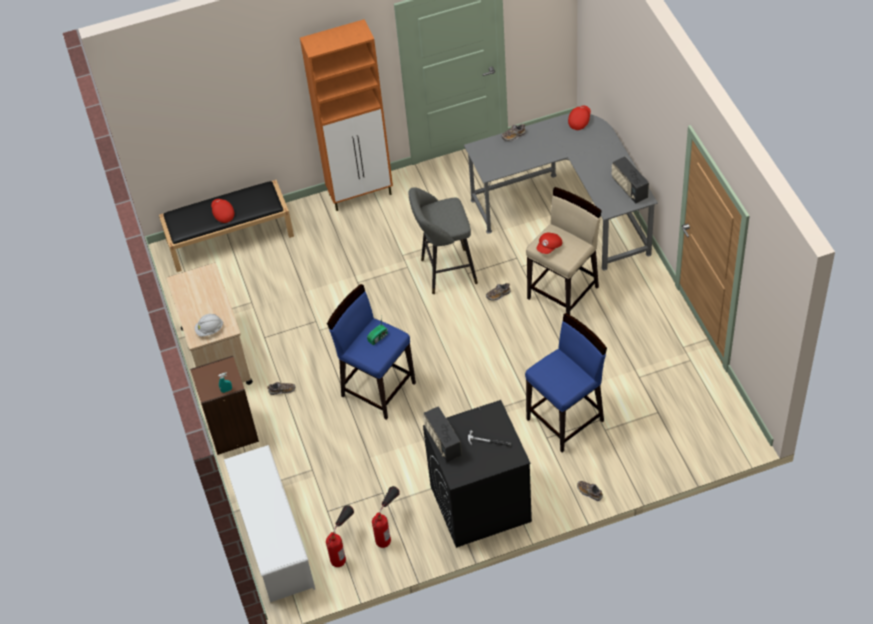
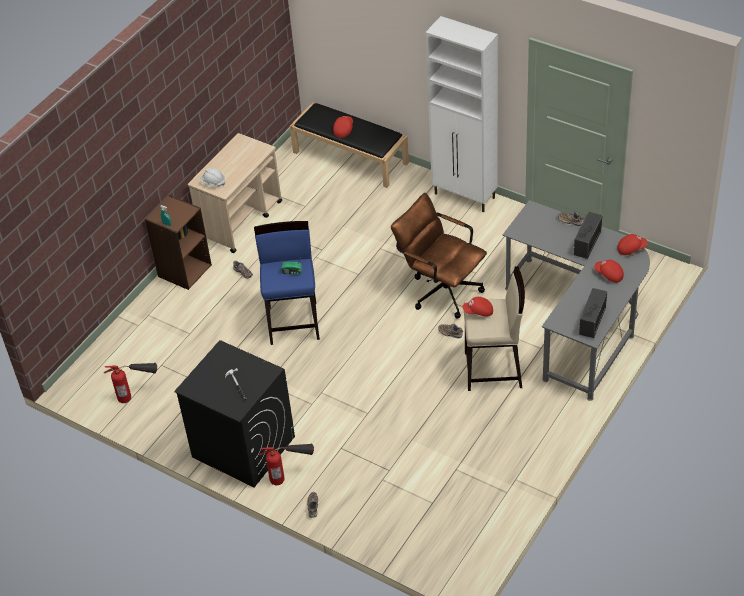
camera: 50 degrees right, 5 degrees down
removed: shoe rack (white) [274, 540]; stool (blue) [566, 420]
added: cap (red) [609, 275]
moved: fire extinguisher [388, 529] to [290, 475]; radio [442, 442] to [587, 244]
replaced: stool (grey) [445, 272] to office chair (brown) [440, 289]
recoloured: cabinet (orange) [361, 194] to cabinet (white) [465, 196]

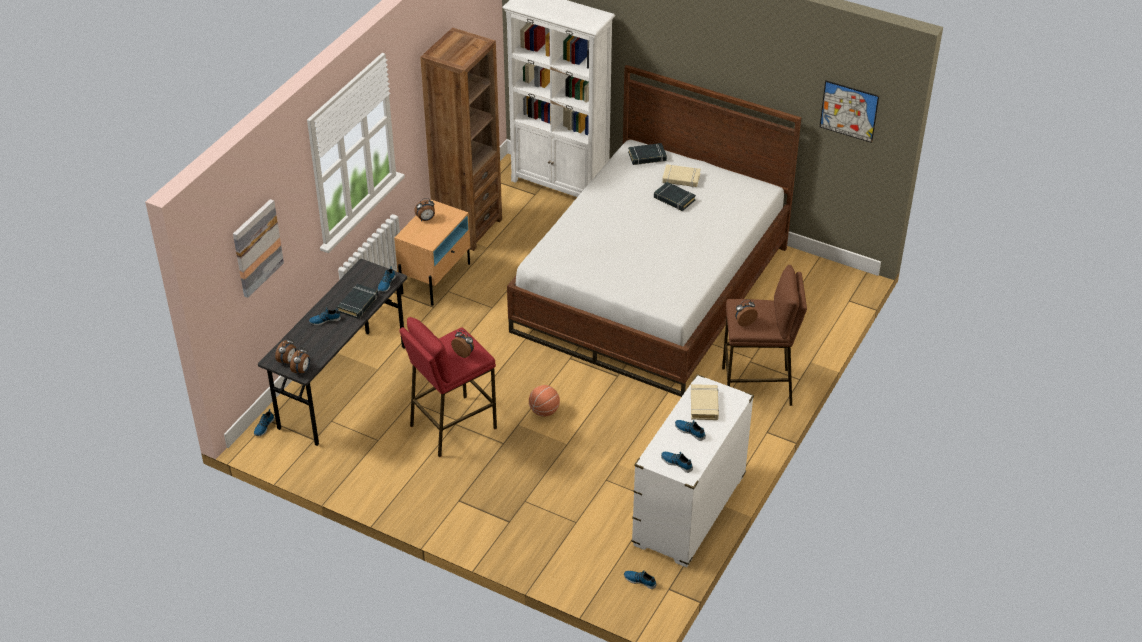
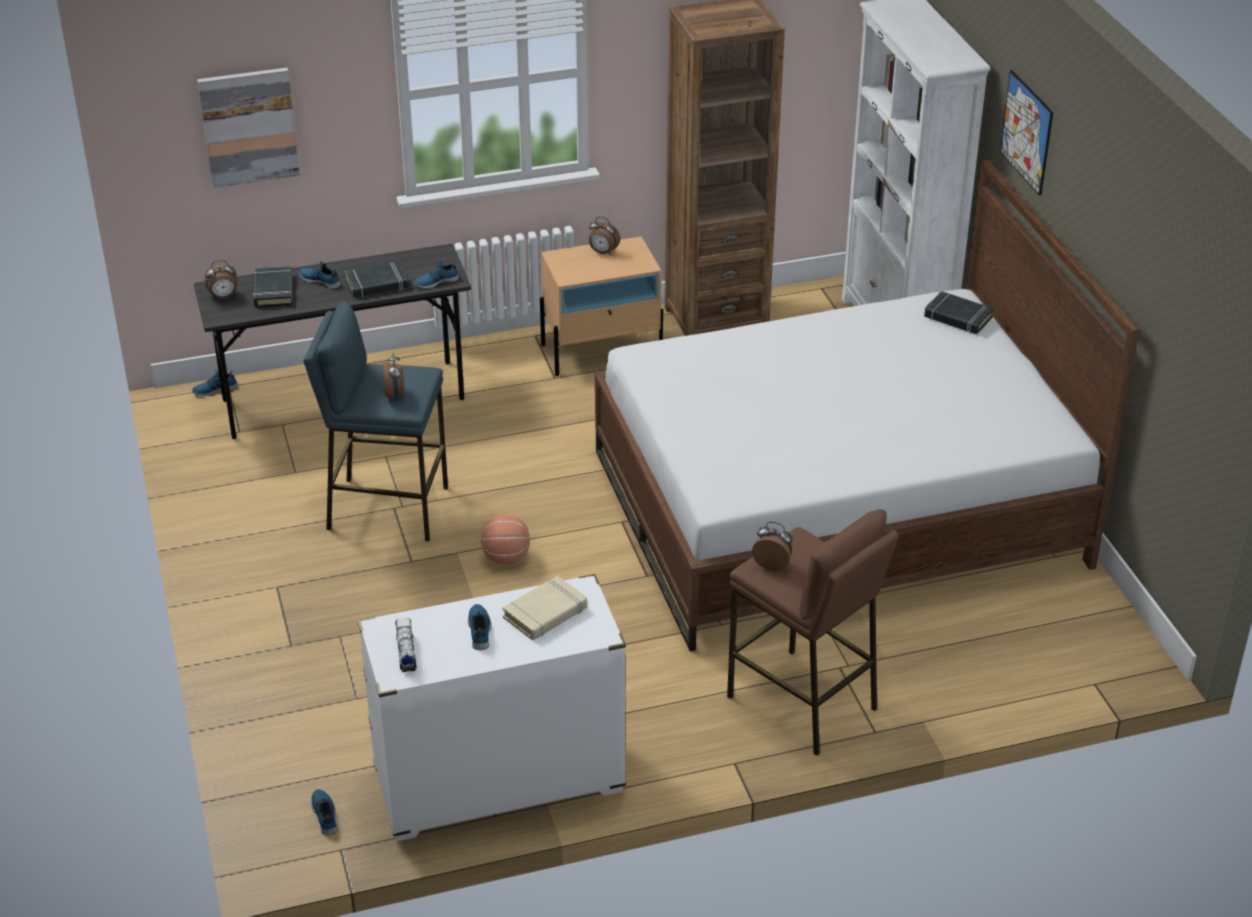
camera: 45 degrees right, 5 degrees down
removed: alarm clock [302, 371]; book (beige) [681, 178]
moved: book (black) [674, 199] to [273, 291]; picture [849, 111] to [1026, 132]
replaced: shoe [677, 463] to toy truck [406, 653]
recoloured: stool (red) [452, 426] to stool (blue) [387, 508]

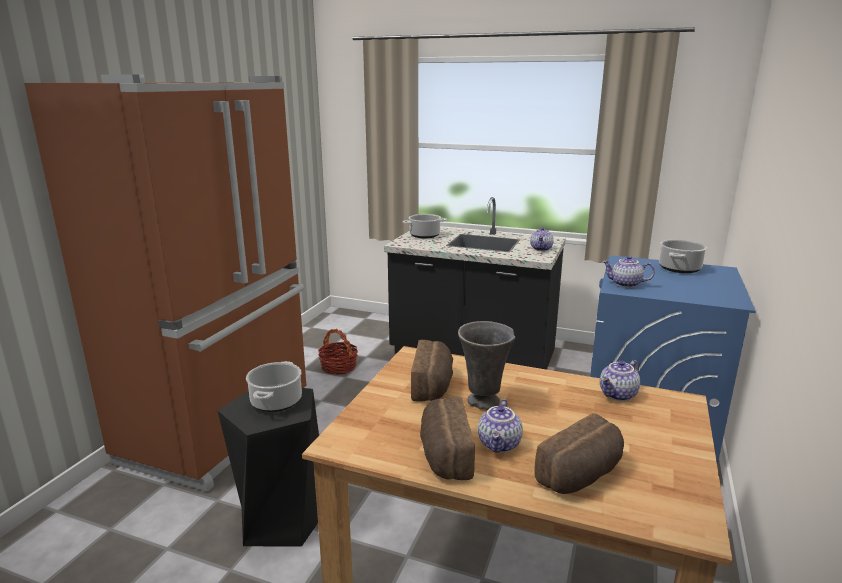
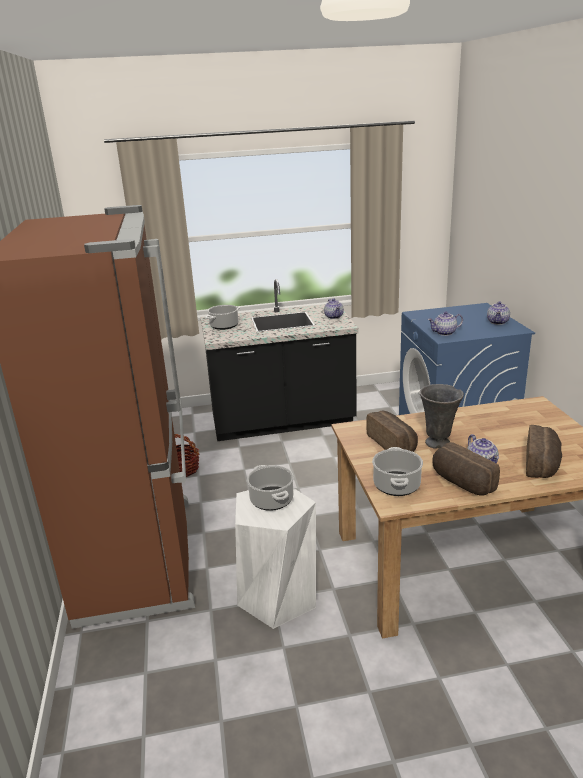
camera: 30 degrees left, 5 degrees up
moved: cooking pot [679, 268] to [396, 485]; teapot [618, 395] to [498, 322]
recoloured: stool (black) [281, 518] to stool (white) [277, 597]

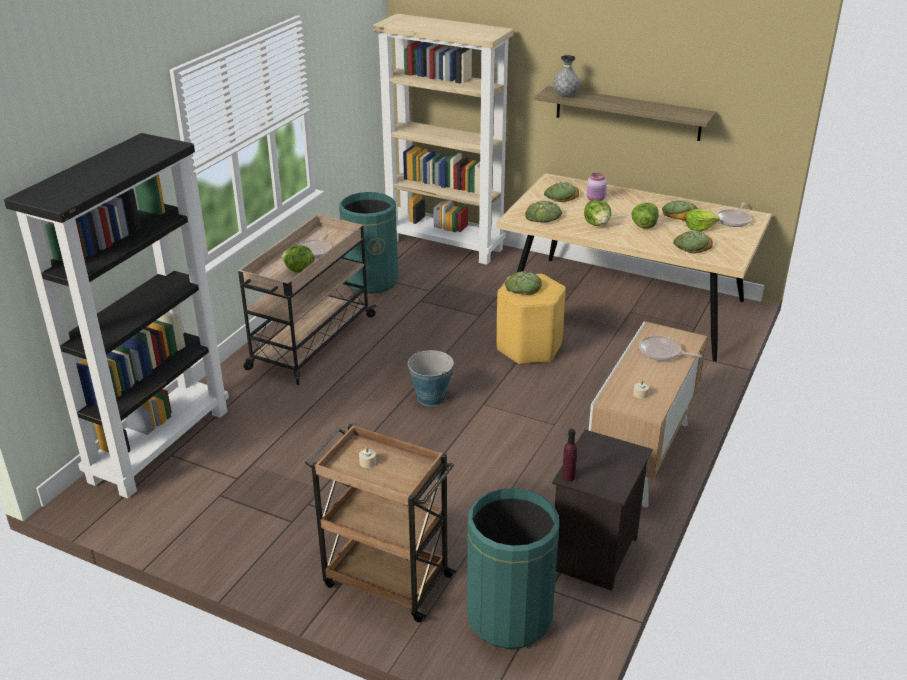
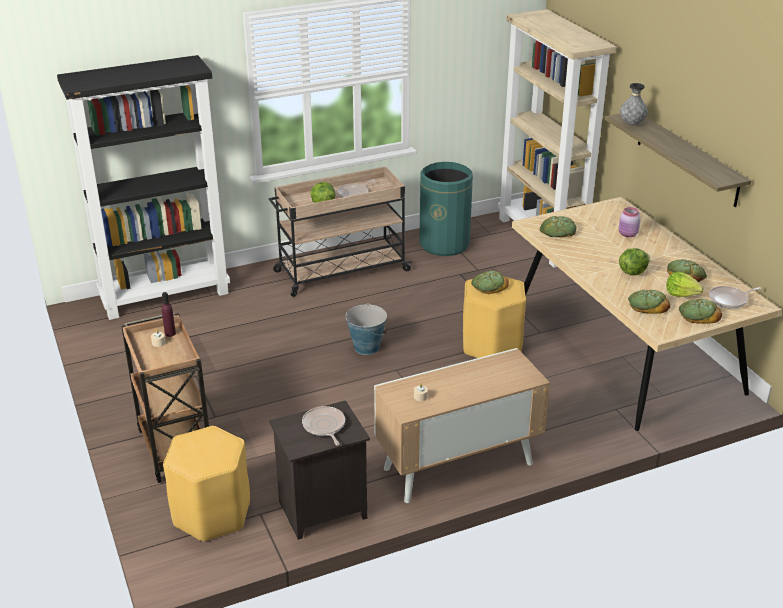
camera: 40 degrees right, 0 degrees up
removed: lettuce [597, 224]
moved: bottle (purple) [568, 477] to [170, 333]; frying pan [662, 352] to [324, 426]; bread [561, 196] to [698, 314]
replaced: trash can (green) [509, 617] to stool (yellow) [211, 513]

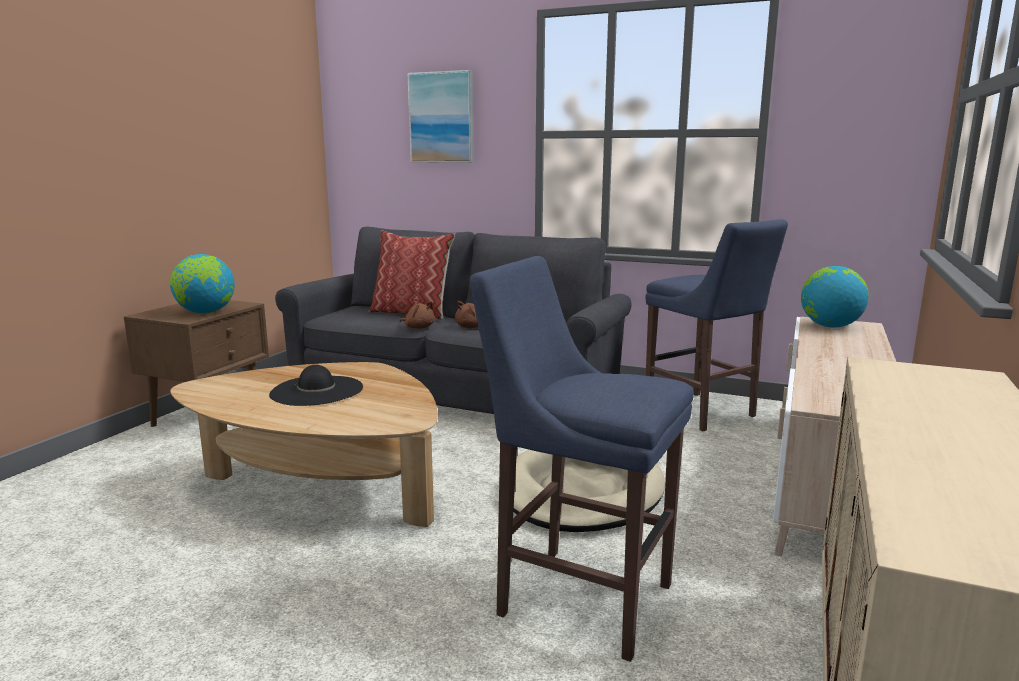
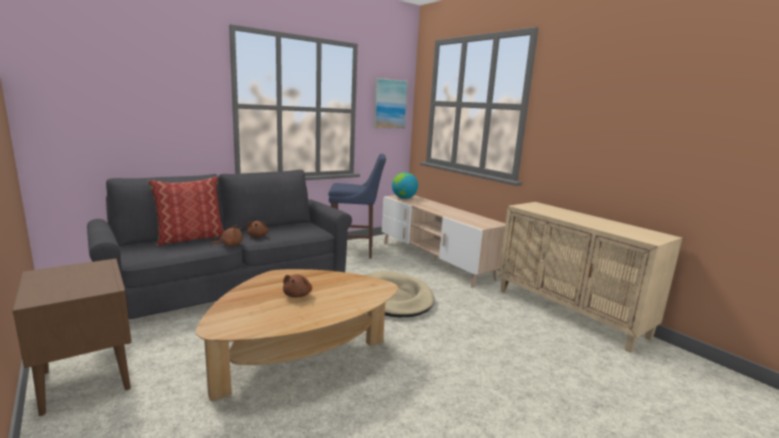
camera: 60 degrees left, 0 degrees up
removed: globe [205, 312]; stool (blue) [577, 596]
moved: picture [442, 117] to [389, 104]
replaced: hat (black) [317, 391] to plush toy (brown) [298, 295]

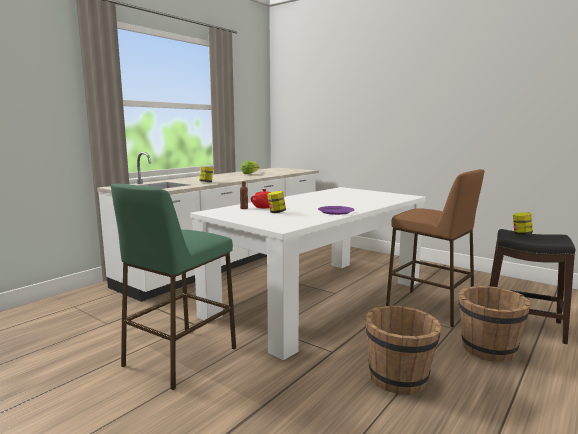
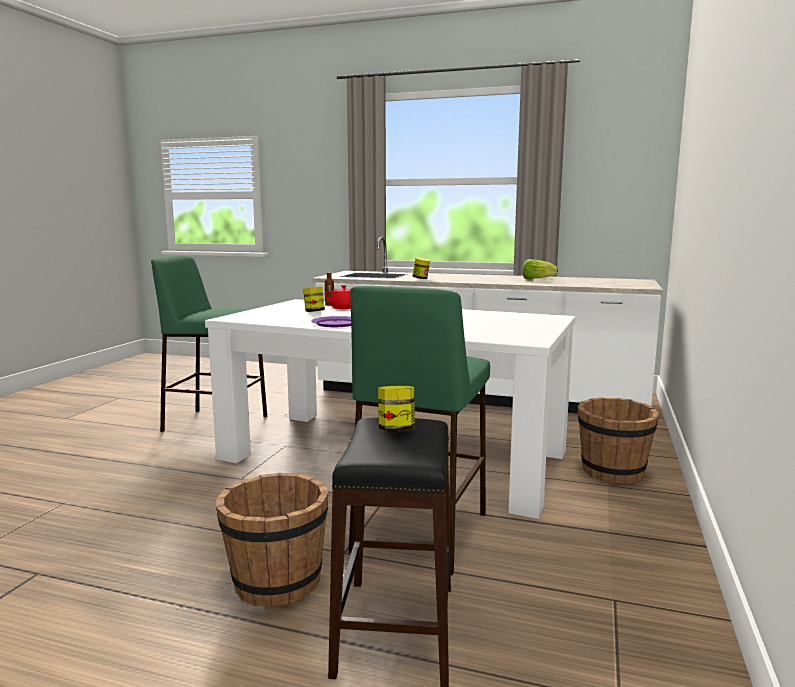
camera: 70 degrees right, 0 degrees up
moved: bucket (brown) [399, 378] to [612, 472]
recoloured: stool (brown) [430, 307] to stool (green) [420, 532]

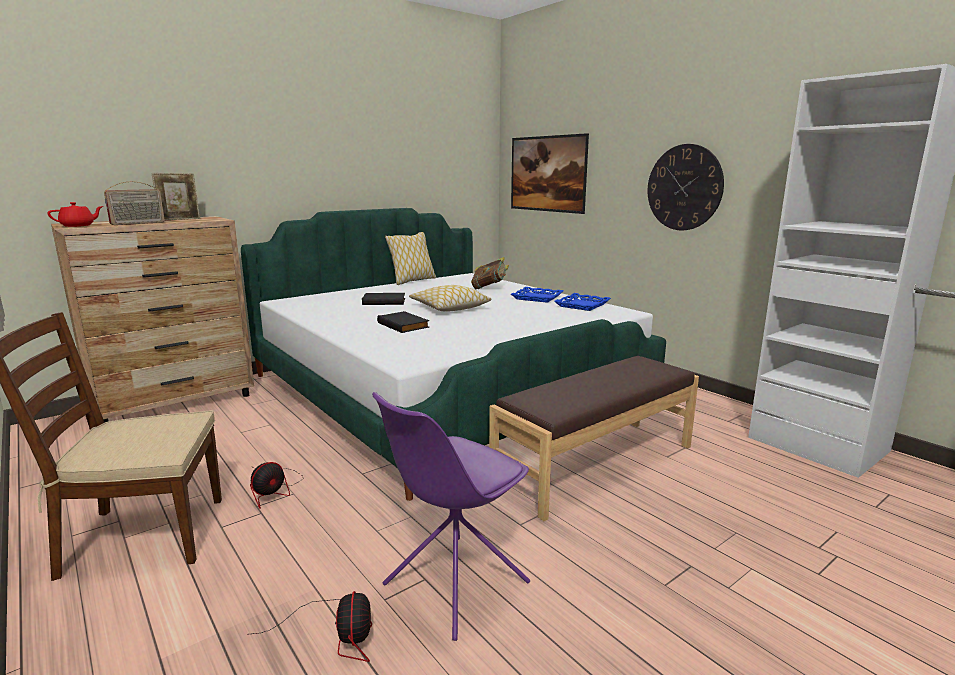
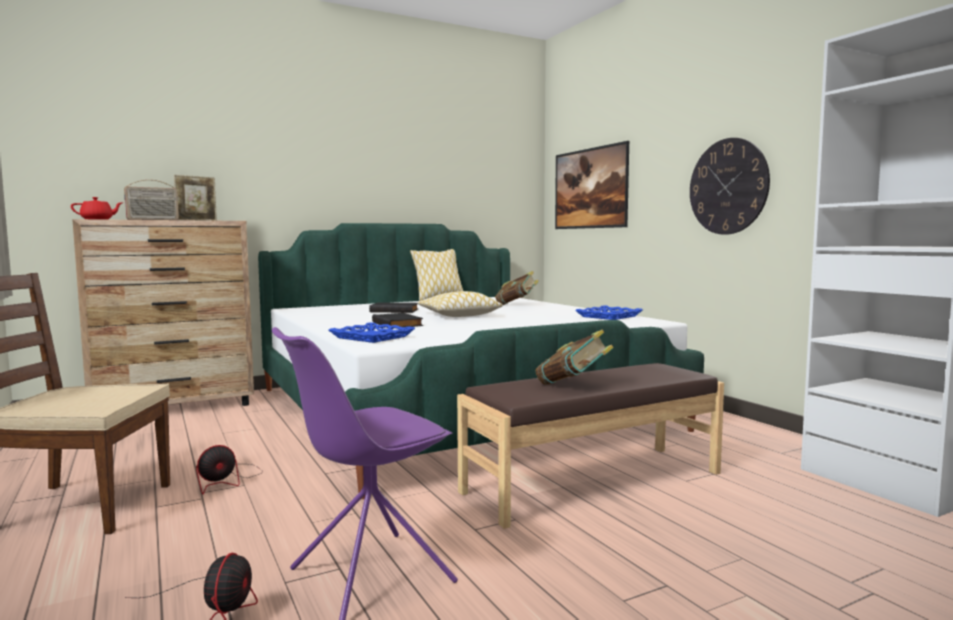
camera: 10 degrees right, 10 degrees down
added: book [573, 386]
moved: tray (blue) [537, 298] to [371, 337]

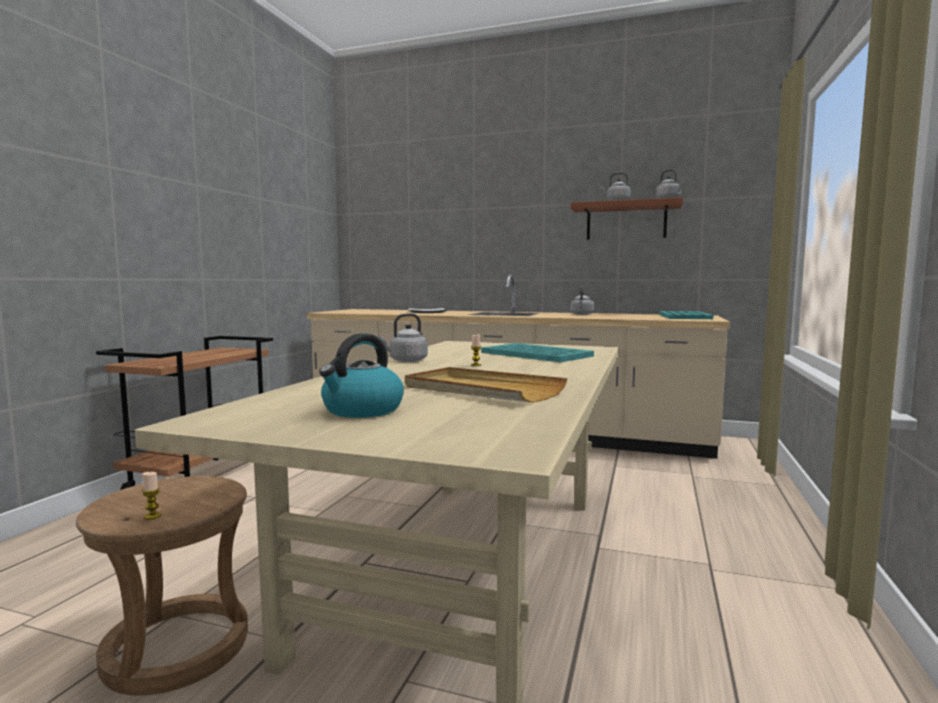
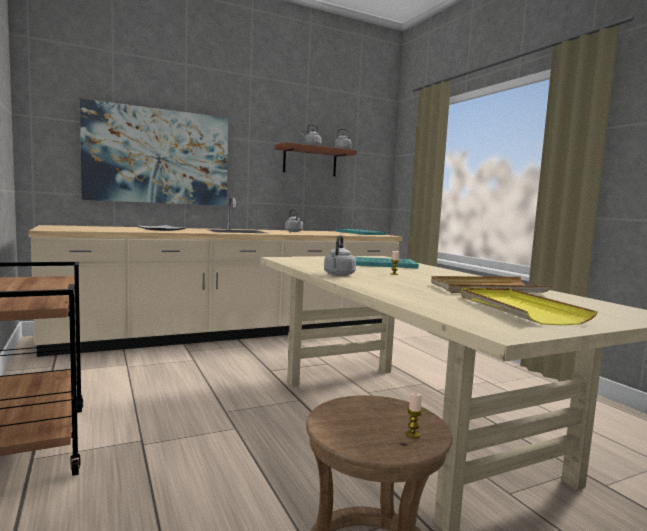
camera: 45 degrees left, 0 degrees up
added: picture [158, 156]
replaced: kettle [362, 410] to tray (yellow) [518, 309]

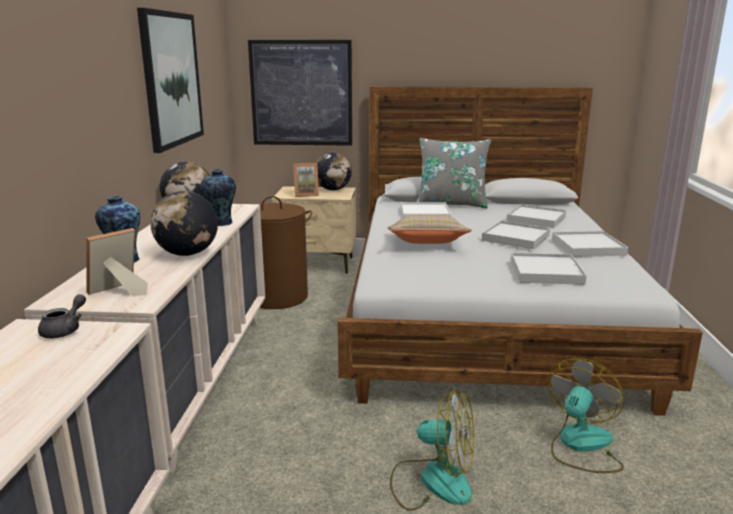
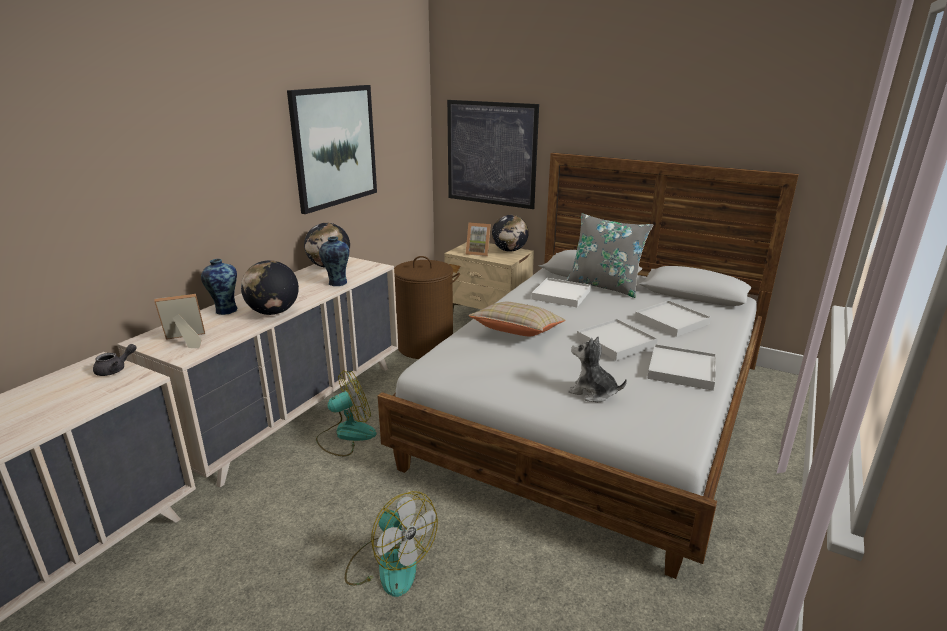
camera: 25 degrees right, 5 degrees up
moved: fan [581, 446] to [346, 435]
replaced: tray (white) [546, 272] to plush toy [592, 392]

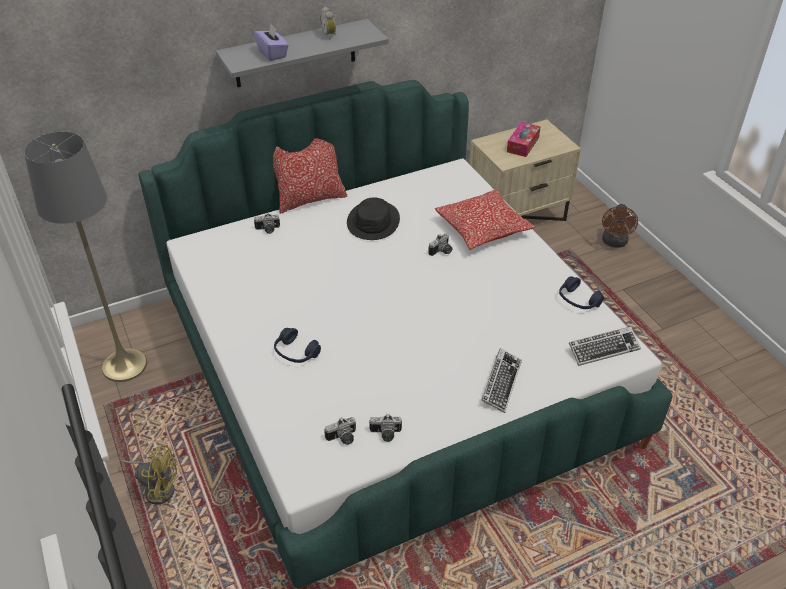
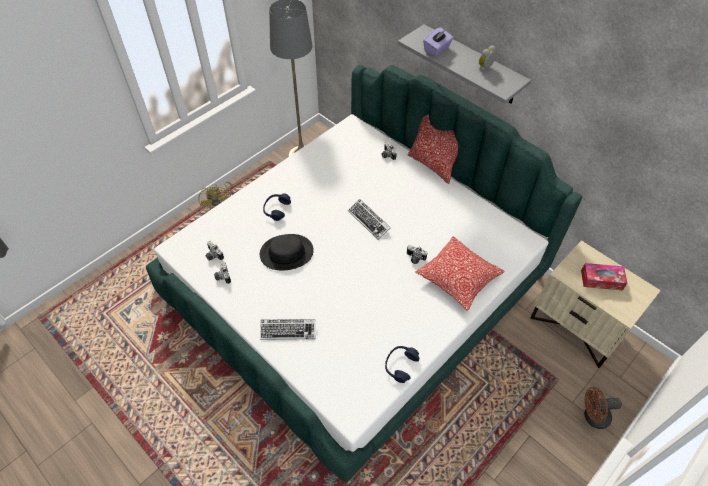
camera: 70 degrees right, 10 degrees up
moved: hat (black) [373, 221] to [286, 253]; keyboard [603, 349] to [369, 221]

